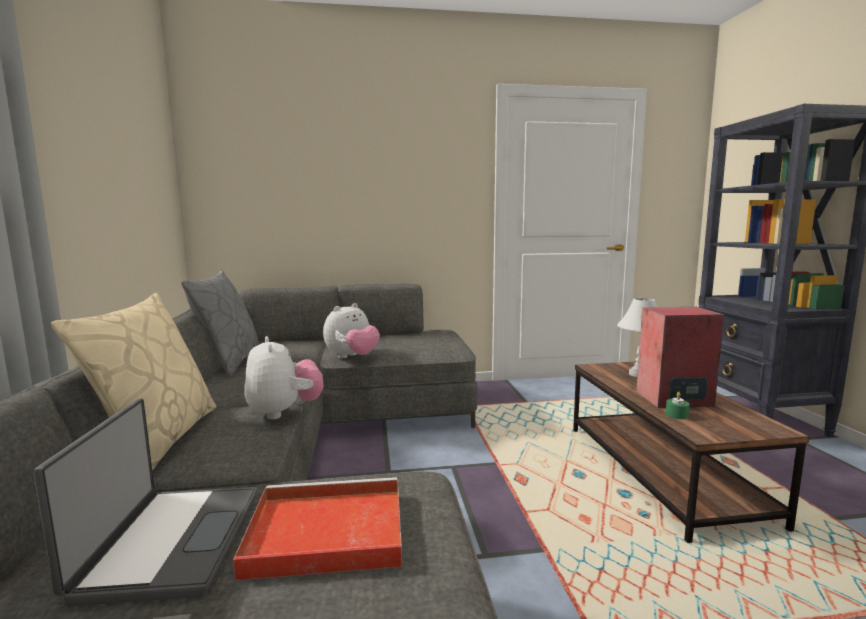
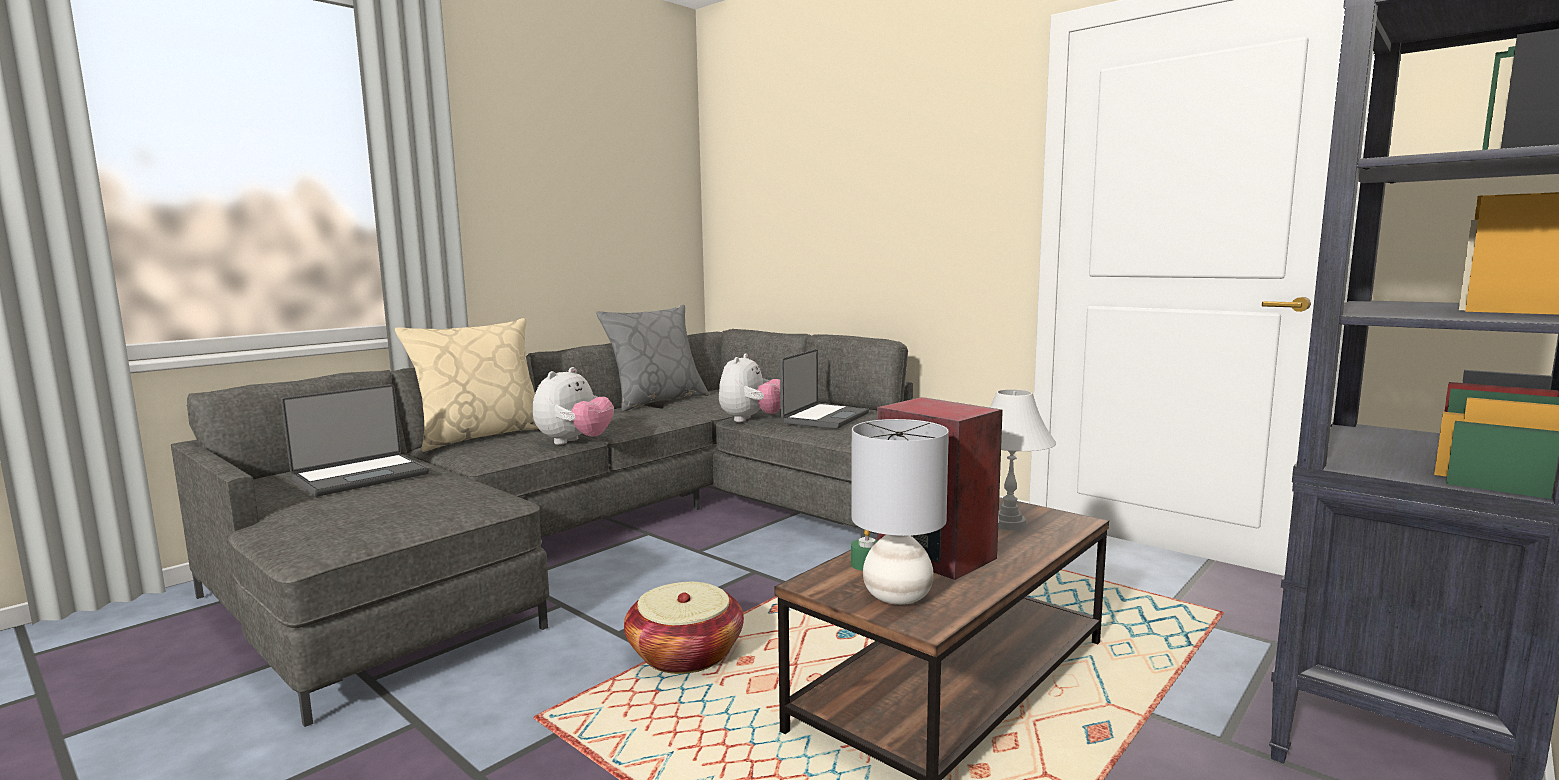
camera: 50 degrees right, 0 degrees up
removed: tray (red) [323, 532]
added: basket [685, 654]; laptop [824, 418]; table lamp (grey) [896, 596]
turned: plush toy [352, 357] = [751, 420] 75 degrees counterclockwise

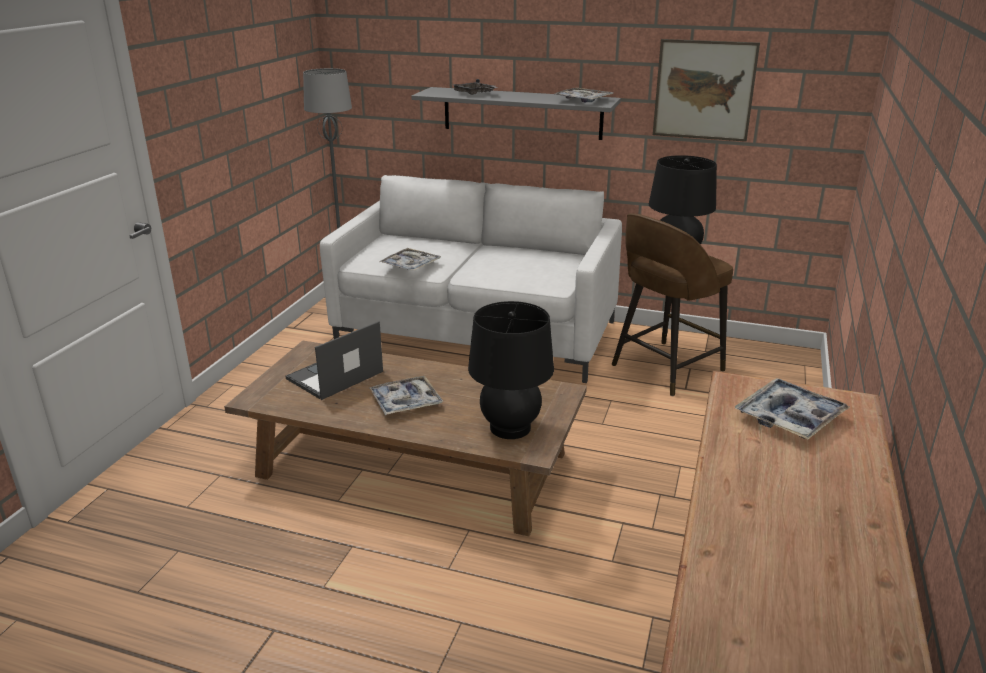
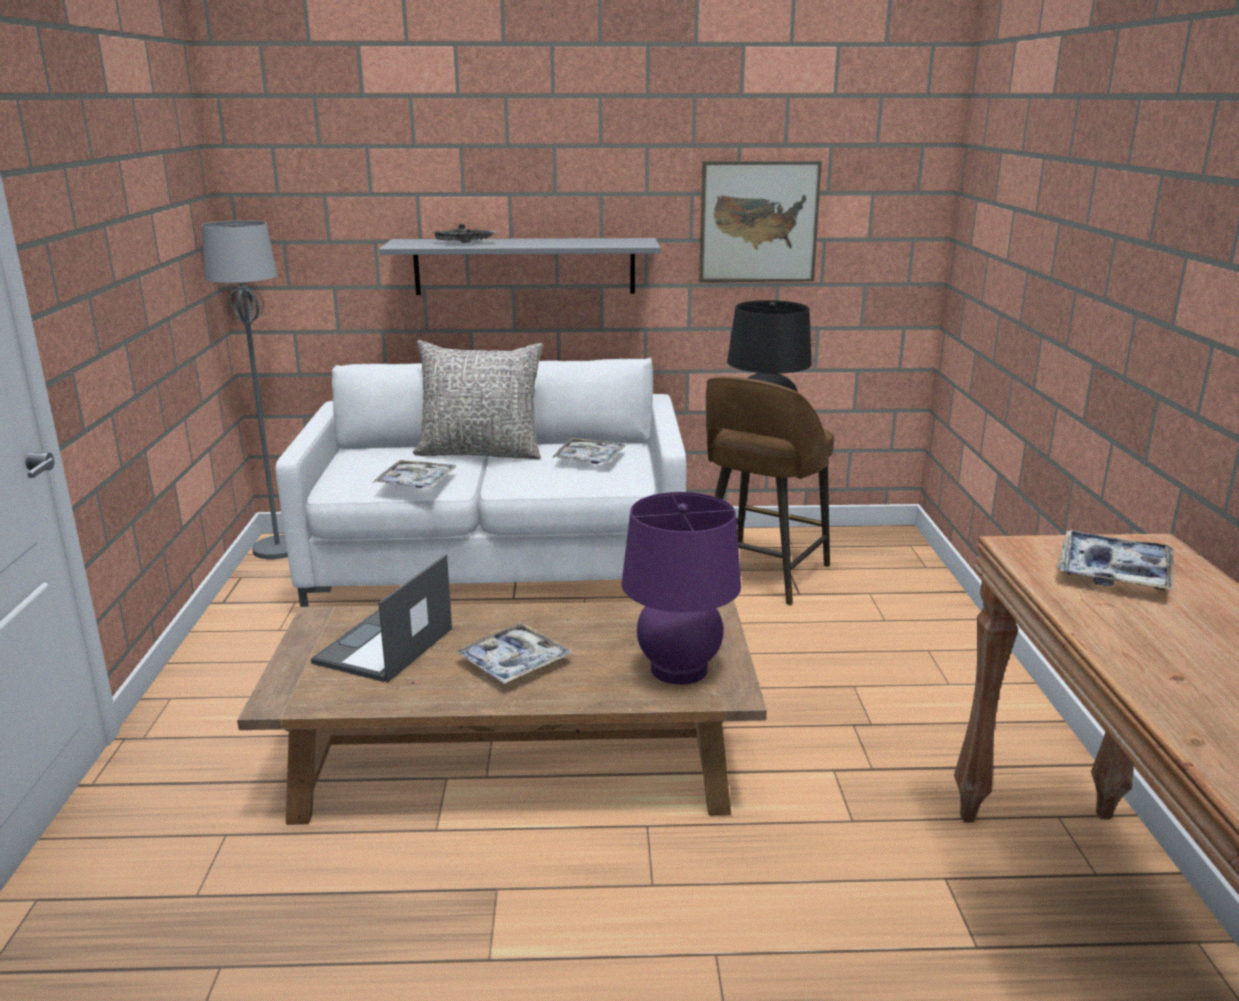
camera: 20 degrees left, 5 degrees down
added: pillow (grey) [480, 452]
moved: tray [583, 100] to [590, 459]
recoloured: table lamp (black) [510, 427] to table lamp (purple) [679, 669]

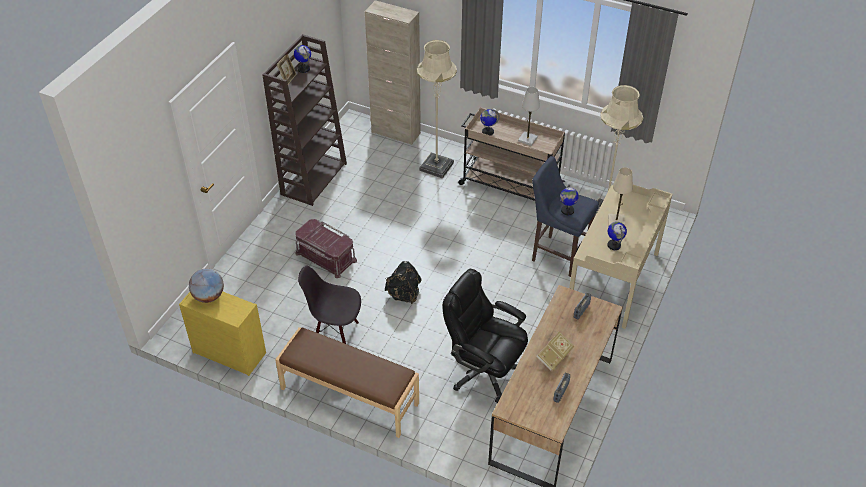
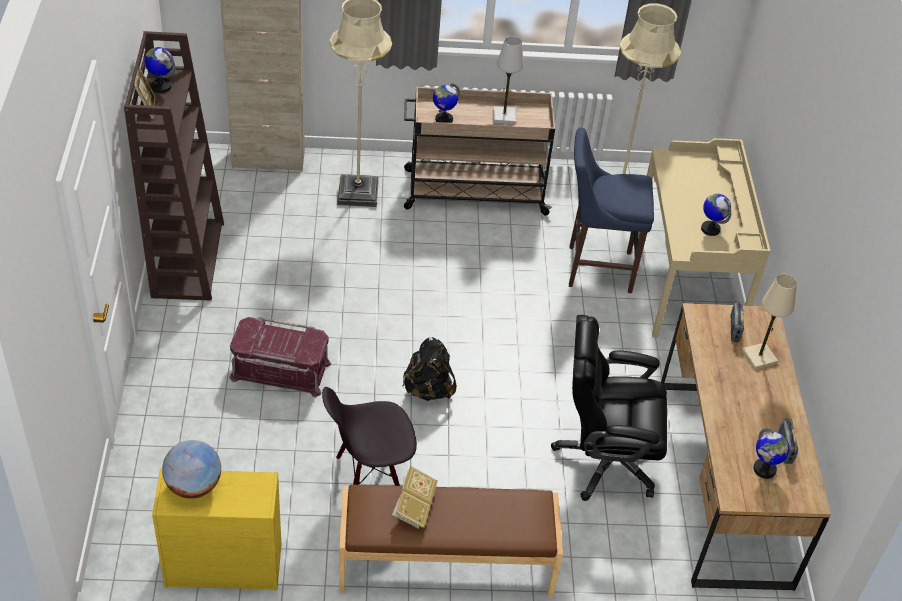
camera: 30 degrees left, 0 degrees up
moved: book [553, 357] to [414, 506]; table lamp (beige) [616, 221] to [759, 357]; globe [567, 211] to [764, 469]

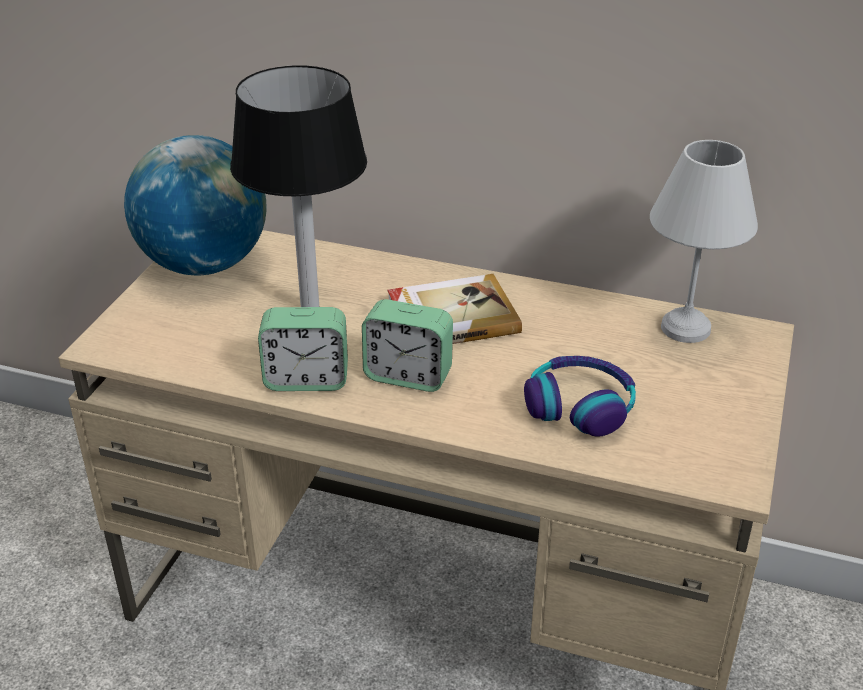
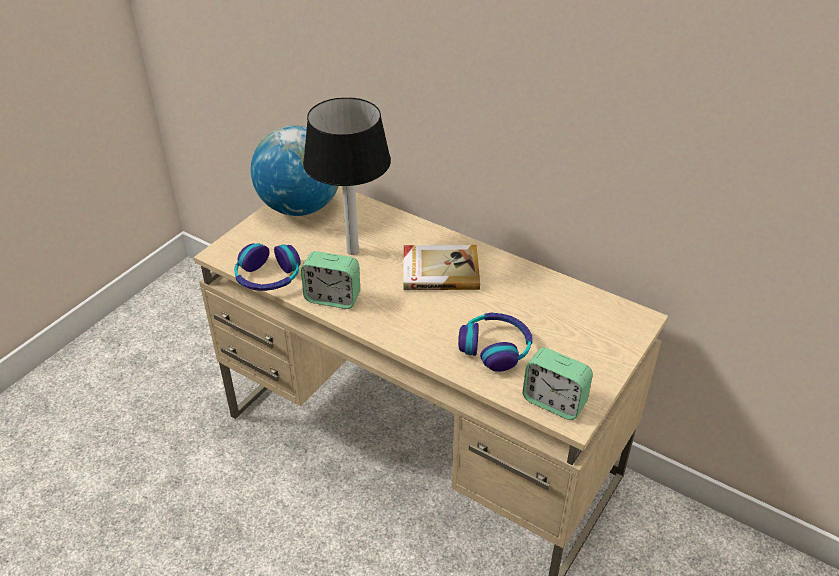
camera: 15 degrees right, 5 degrees up
removed: table lamp (white) [686, 327]
added: headphones [268, 277]
moved: alarm clock [408, 375] to [554, 402]

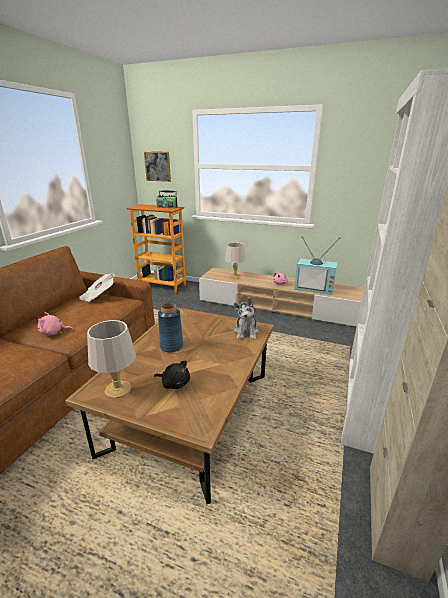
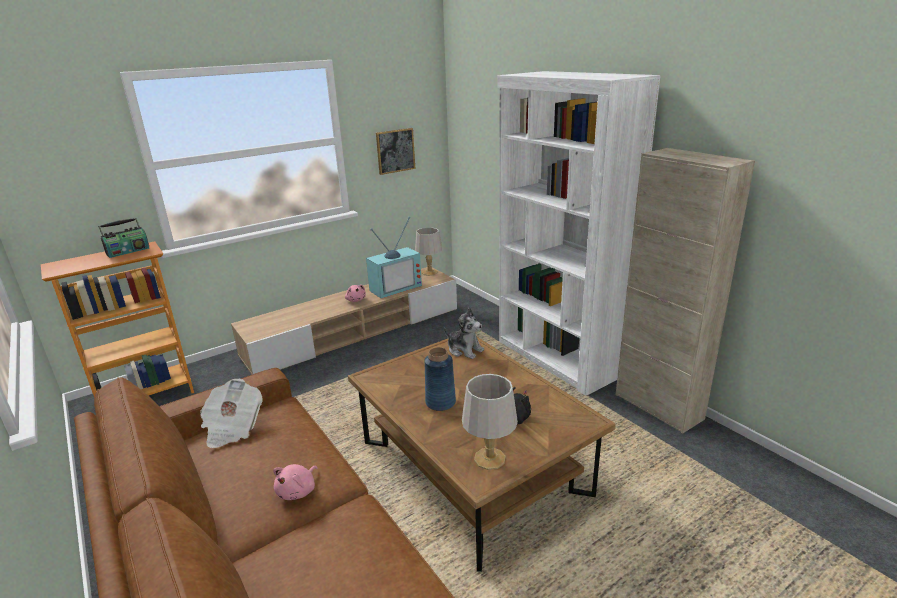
camera: 55 degrees left, 0 degrees up
moved: picture [158, 166] to [395, 151]; table lamp (grey) [234, 276] to [429, 272]

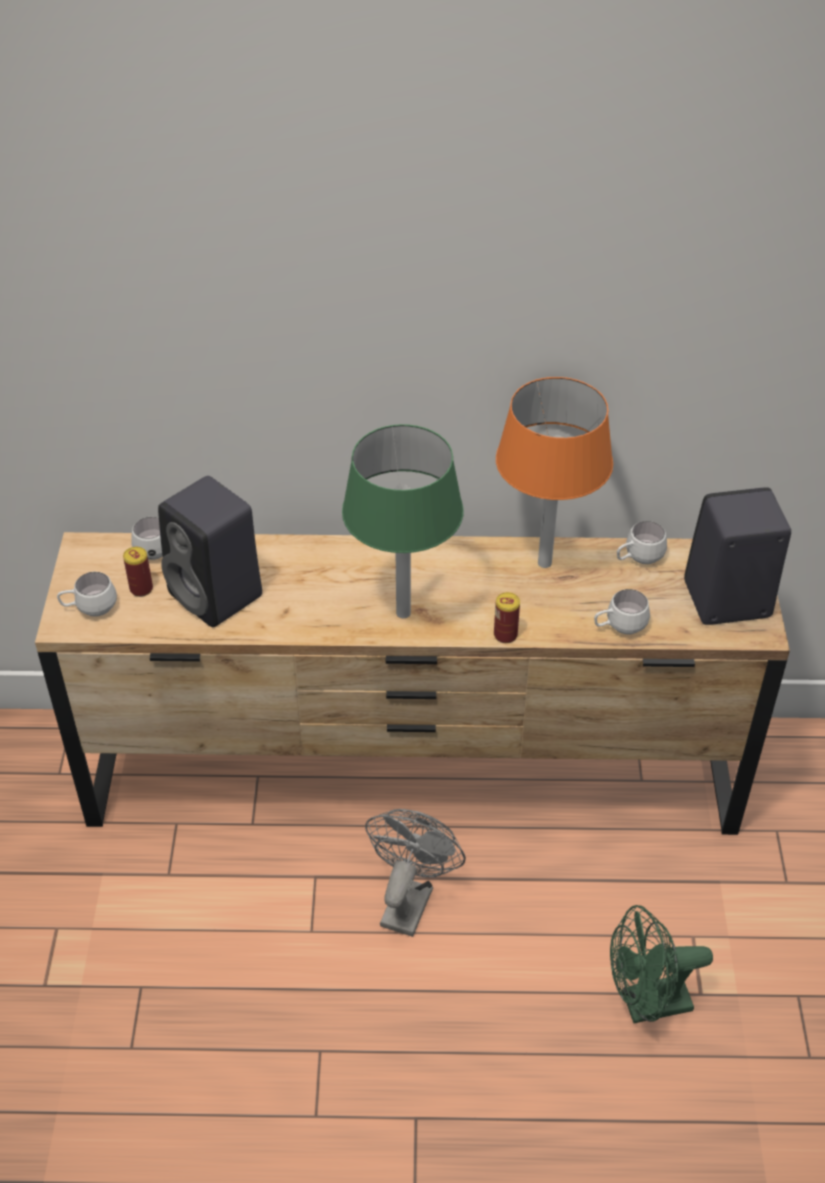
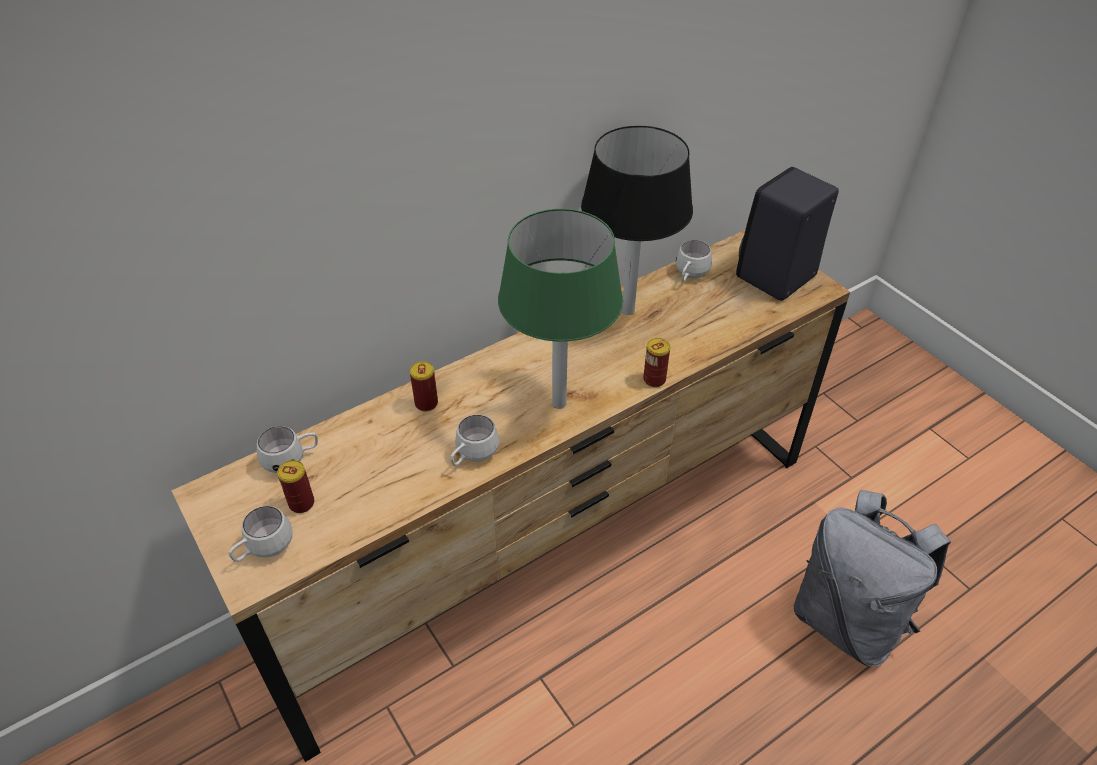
camera: 35 degrees left, 0 degrees up
removed: speaker (black) [218, 596]; fan (grey) [409, 899]
added: can [426, 403]
moved: mug (white) [619, 627] to [472, 456]
replaced: fan (green) [646, 1005] to backpack (grey) [848, 620]
recoloured: table lamp (orange) [544, 563] to table lamp (black) [628, 311]

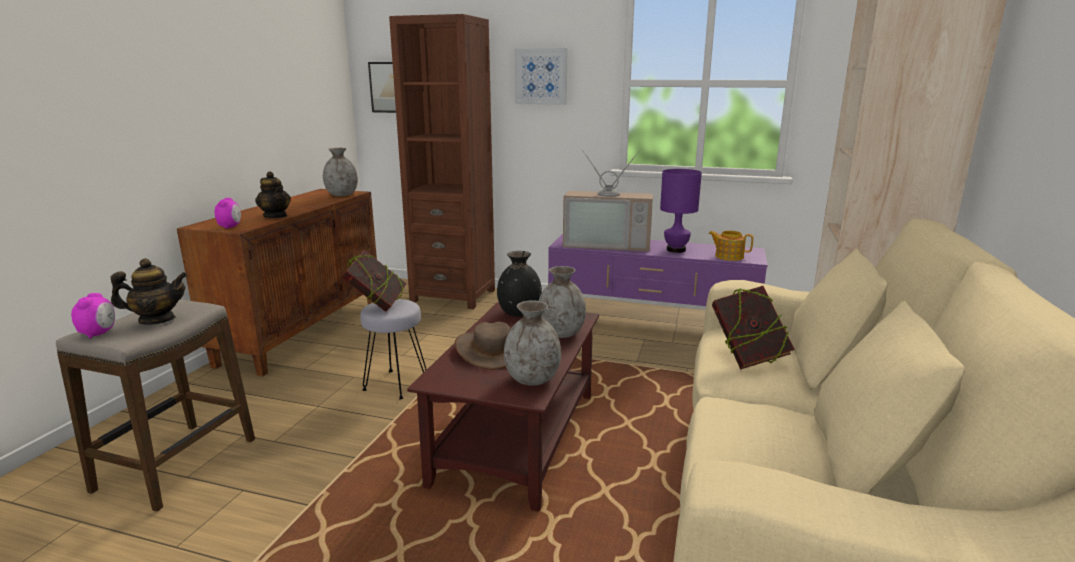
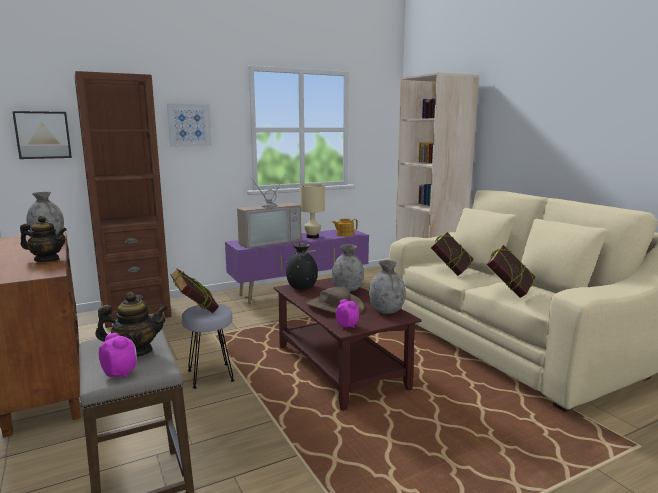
camera: 45 degrees left, 5 degrees down
added: book [509, 292]
moved: alarm clock [230, 227] to [347, 326]
recoloured: table lamp (purple) [675, 250] to table lamp (beige) [312, 237]
turned: teapot [157, 320] = [136, 351] 45 degrees clockwise

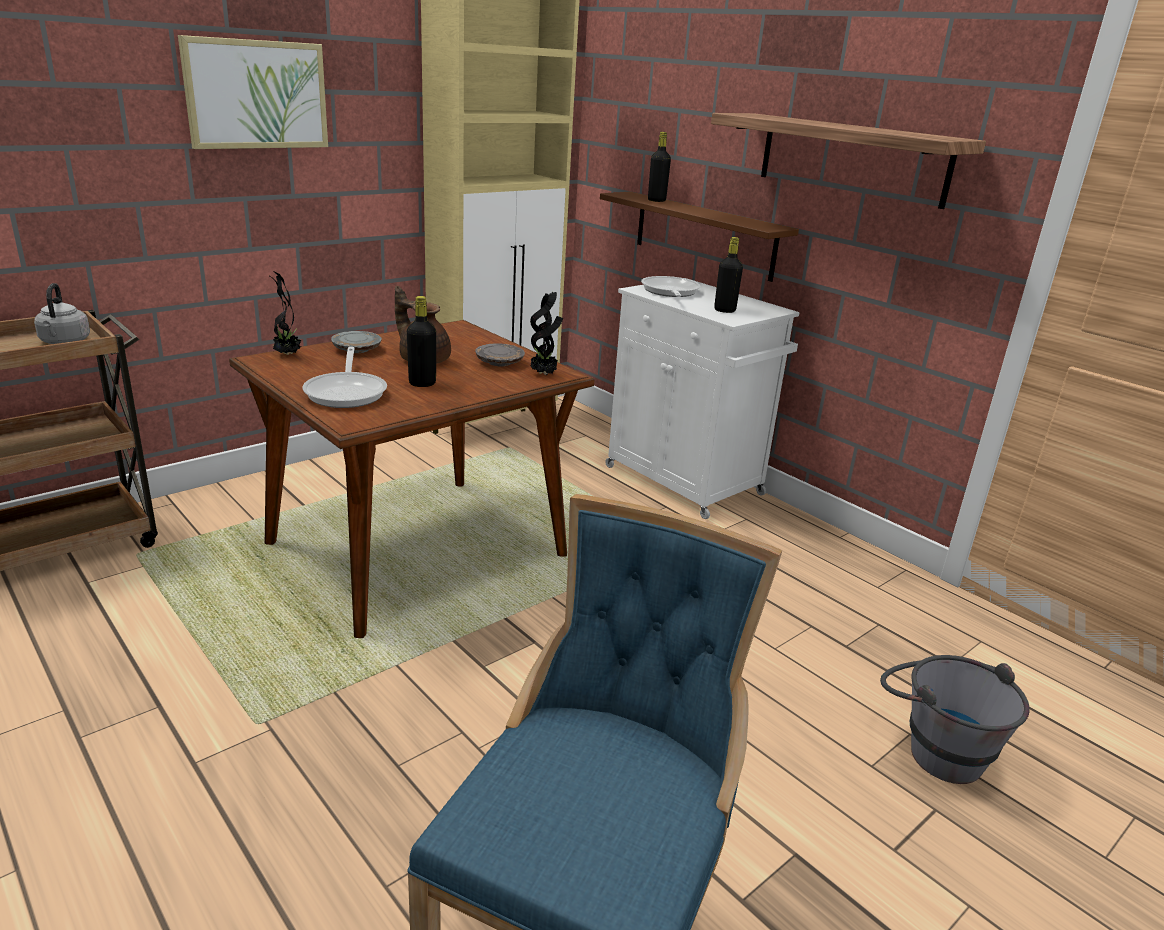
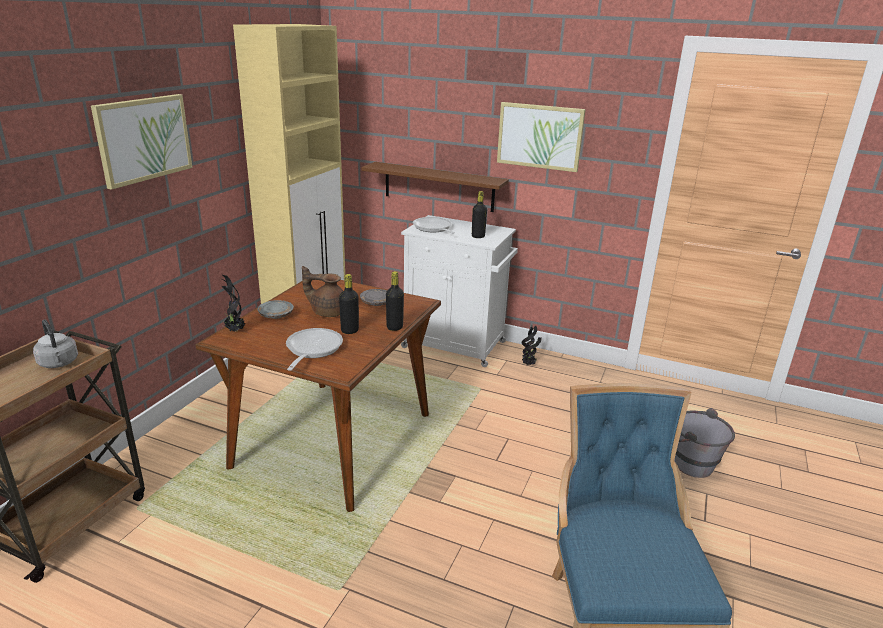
camera: 25 degrees left, 0 degrees up
moved: bottle (black) [656, 200] to [394, 327]; potted plant [544, 374] to [529, 364]
replaced: shelf [851, 159] to picture [540, 136]
turned: frying pan [347, 392] = [312, 350] 135 degrees counterclockwise

